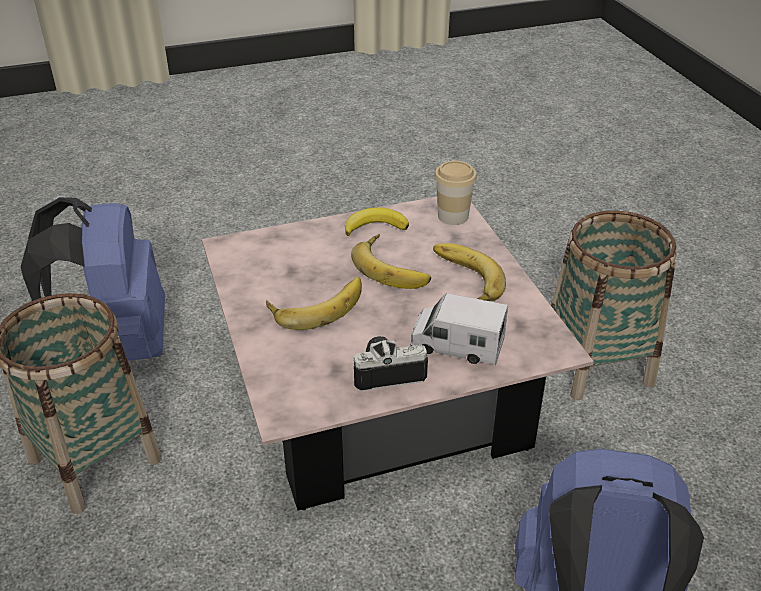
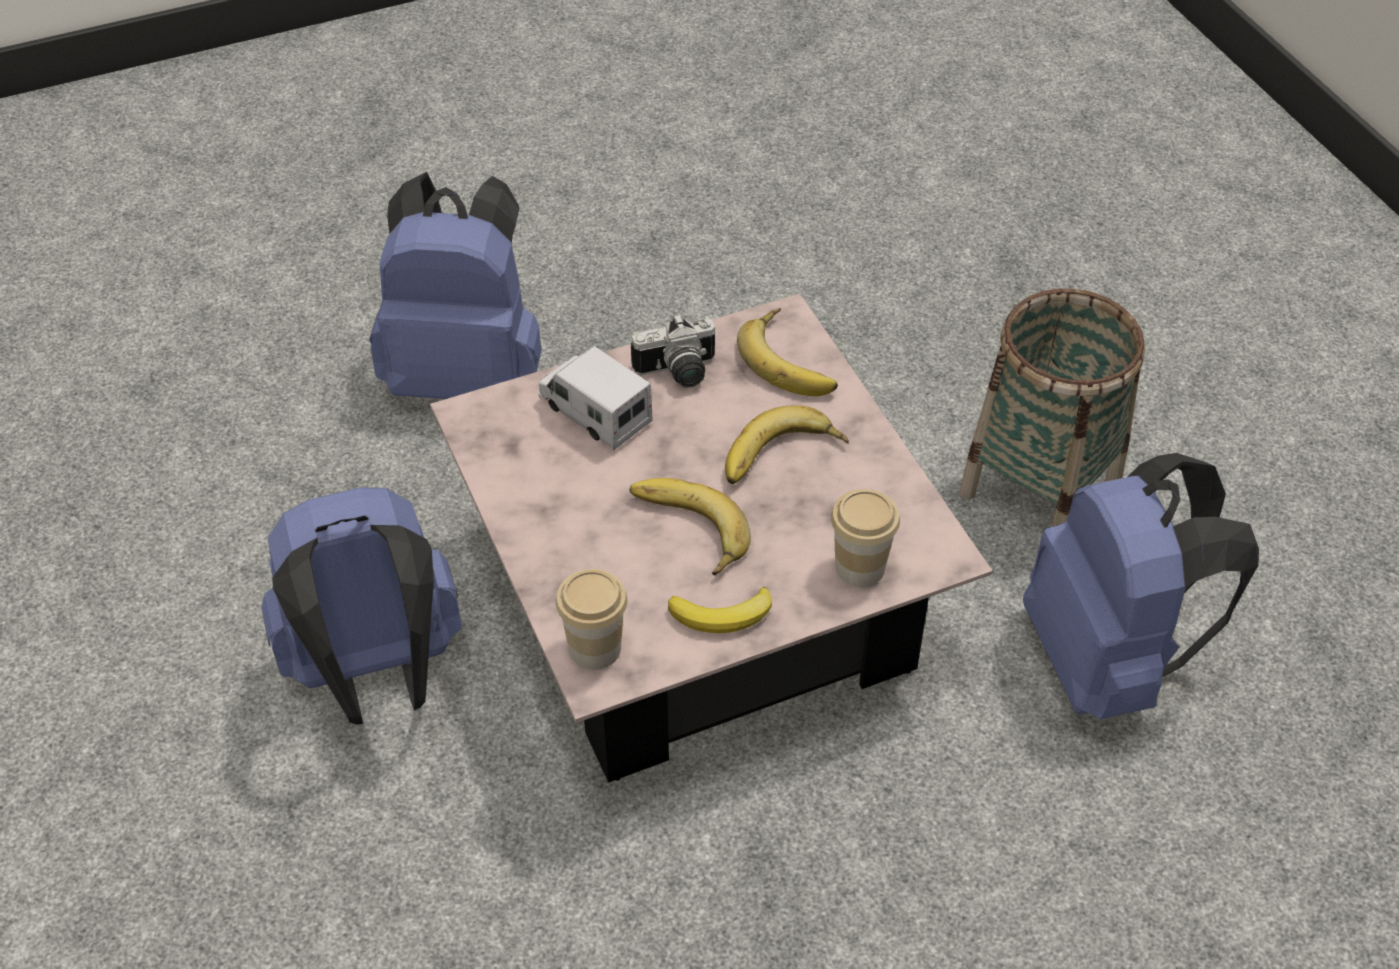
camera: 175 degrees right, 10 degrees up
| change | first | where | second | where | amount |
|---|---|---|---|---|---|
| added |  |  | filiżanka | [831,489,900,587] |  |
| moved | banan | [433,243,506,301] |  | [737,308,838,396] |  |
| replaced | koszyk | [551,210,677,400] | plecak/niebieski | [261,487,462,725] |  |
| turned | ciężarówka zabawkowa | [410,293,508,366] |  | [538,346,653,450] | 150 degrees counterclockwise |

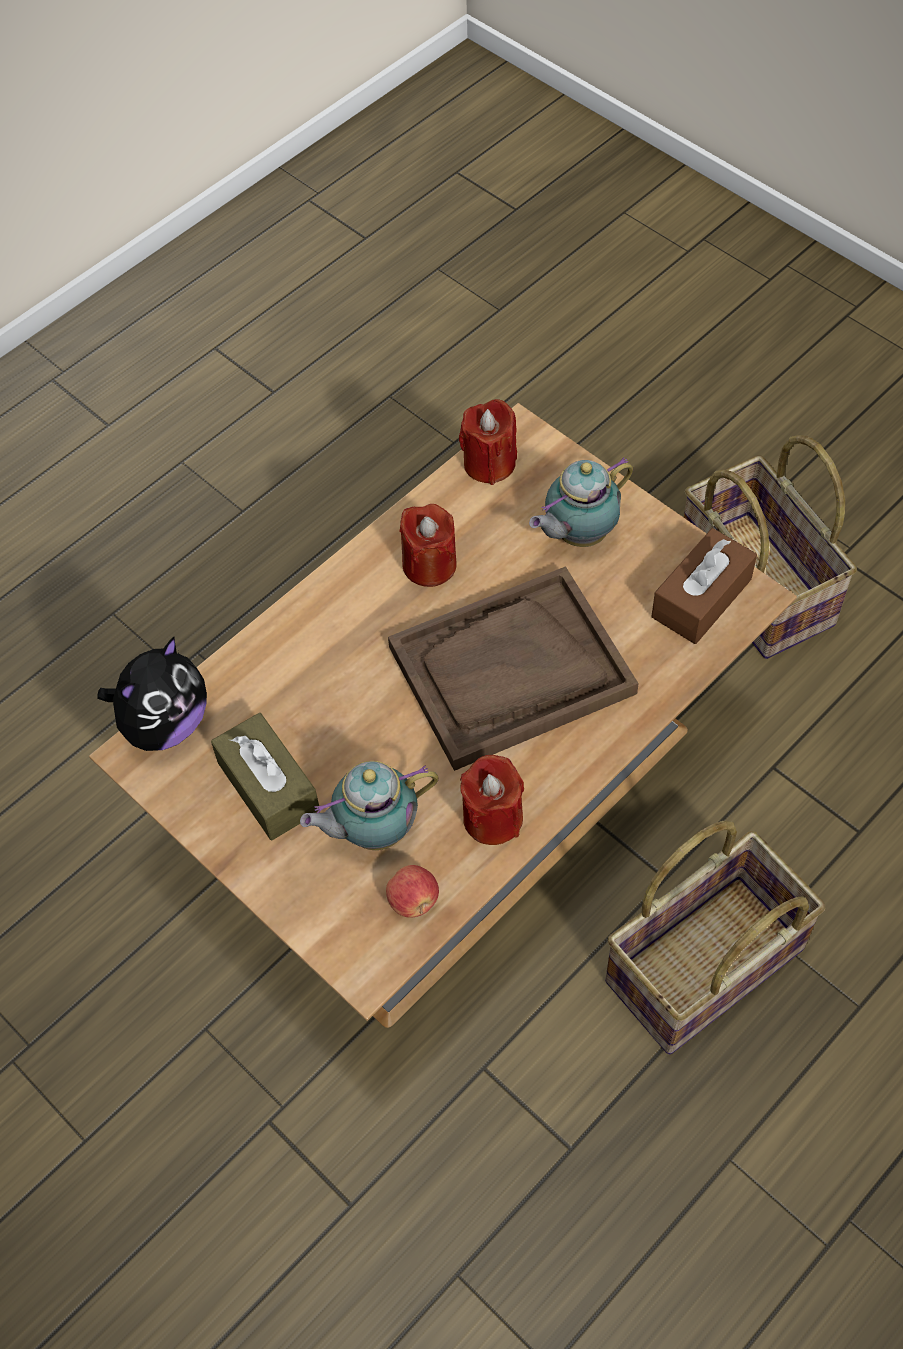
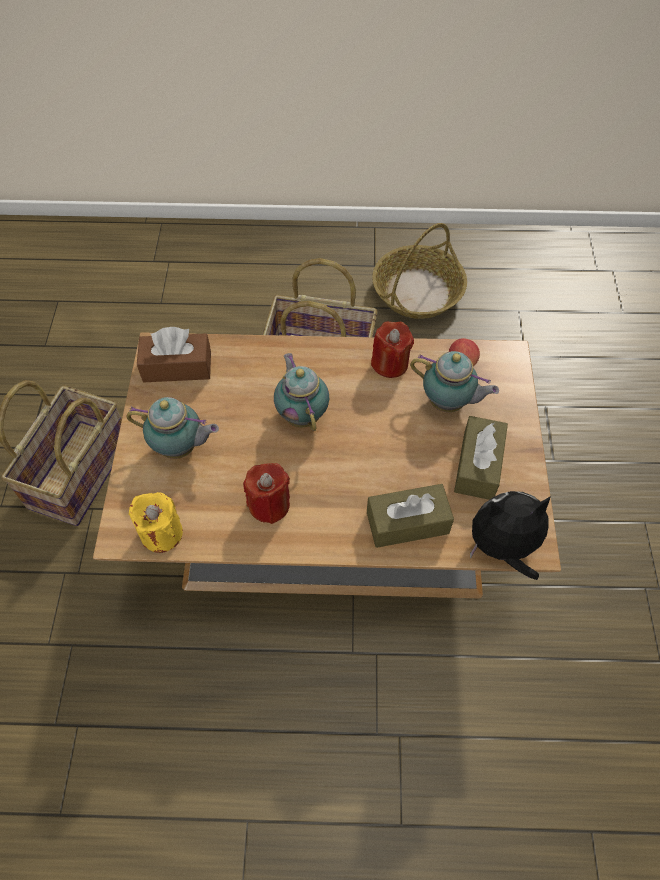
camera: 135 degrees left, 0 degrees up
| change | first | where | second | where | amount |
|---|---|---|---|---|---|
| added |  |  | pudełko chusteczek/brązowy | [367,484,454,548] |  |
| added |  |  | koszyk | [372,223,467,319] |  |
| replaced | taca/brązowy | [388,566,639,771] | imbryk | [274,353,329,431] |  |
| recoloured | świeca/czerwony | [459,399,517,485] | świeca/żółty | [129,492,183,553] |  |

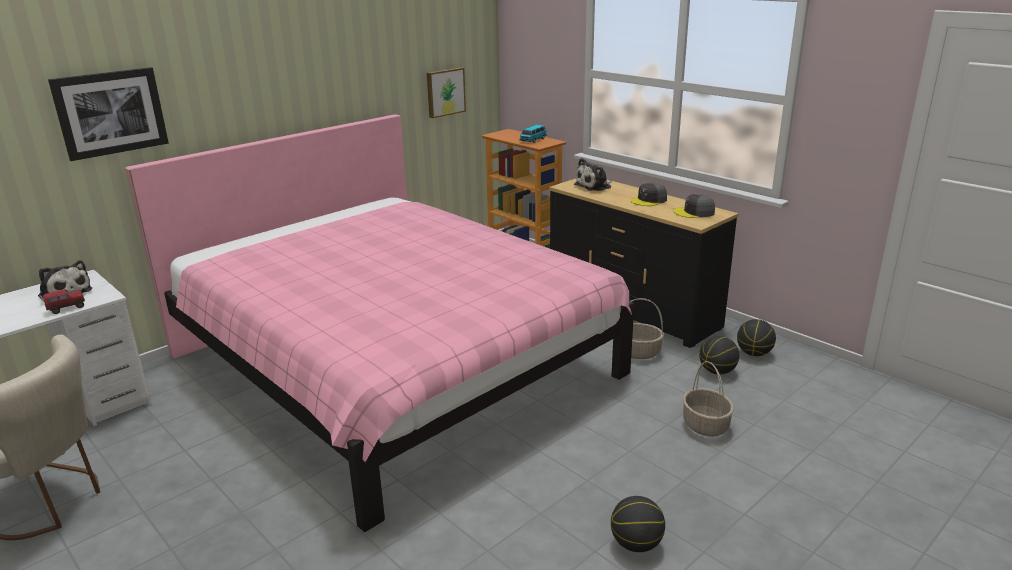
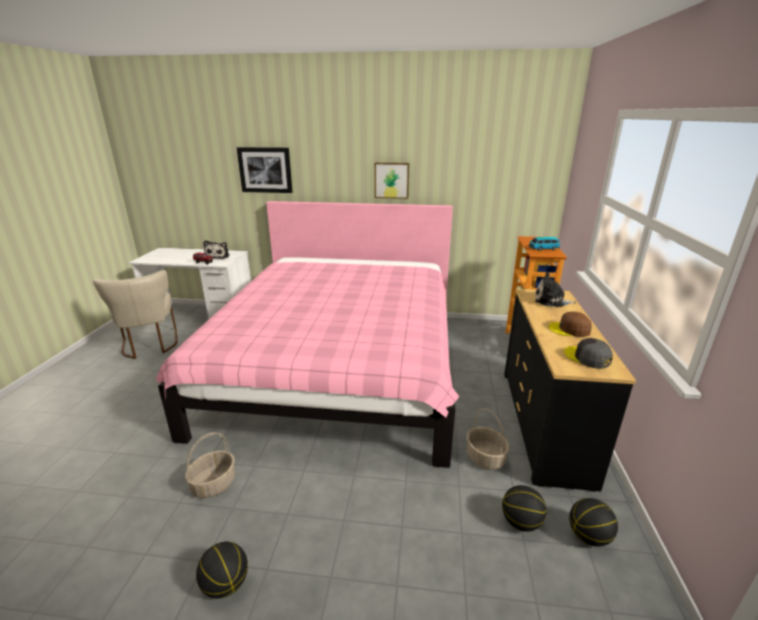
camera: 50 degrees right, 0 degrees up
| change | first | where | second | where | amount |
|---|---|---|---|---|---|
| moved | obraz | [427,67,466,118] |  | [375,163,409,199] |  |
| moved | koszyk | [683,361,734,437] |  | [185,432,235,498] |  |
| recoloured | czapka z daszkiem/szary | [631,182,667,206] | czapka z daszkiem/brązowy | [548,311,592,337] |  |

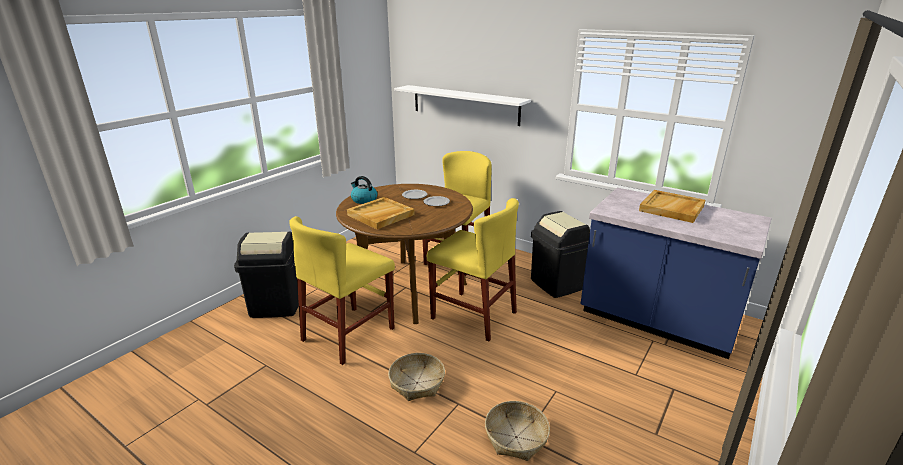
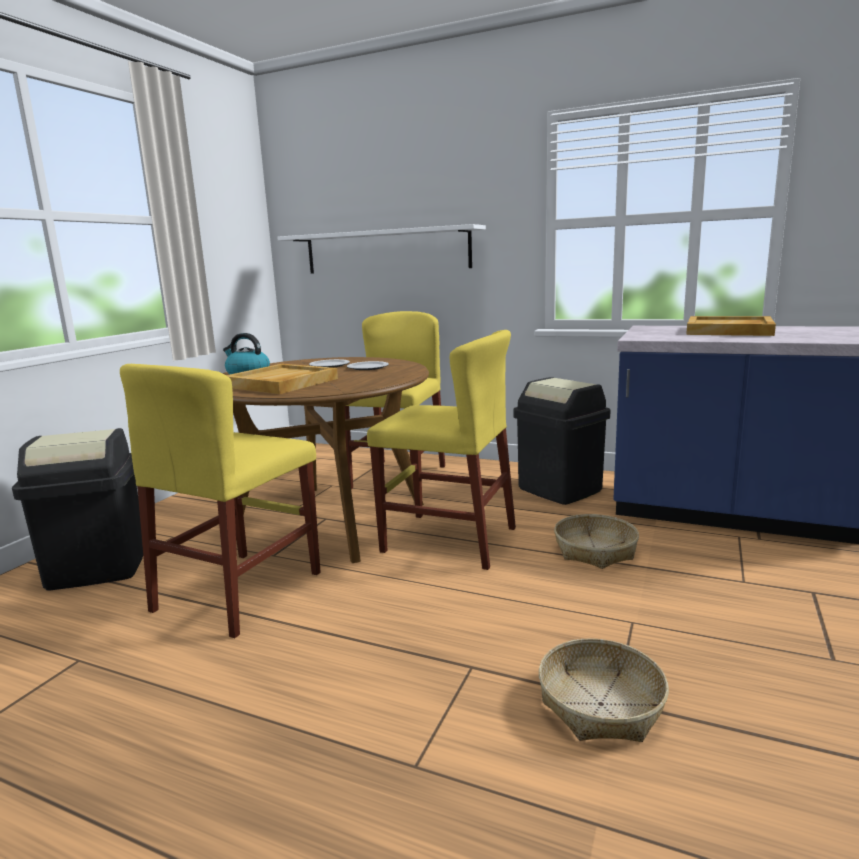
camera: 10 degrees left, 10 degrees down
| change | first | where | second | where | amount |
|---|---|---|---|---|---|
| moved | koszyk | [388,353,445,401] |  | [554,514,639,569] |  |

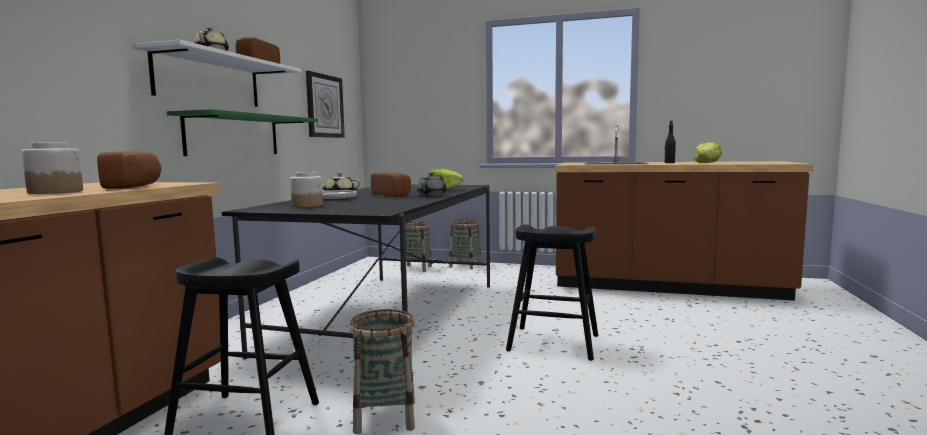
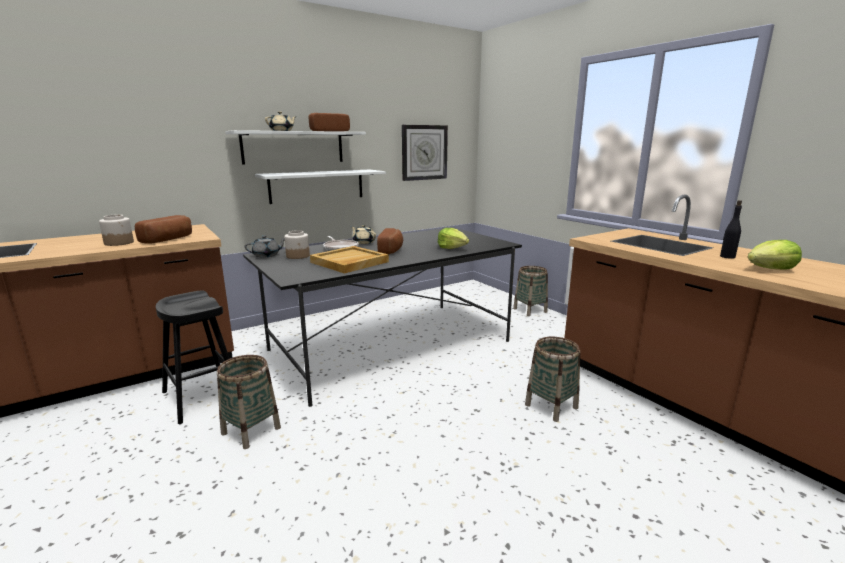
camera: 40 degrees right, 10 degrees up
| change | first | where | second | where | amount |
|---|---|---|---|---|---|
| removed | stołek/czarny | [506,224,598,361] |  |  |  |
| added |  |  | taca/beżowy | [310,246,389,273] |  |
| moved | koszyk | [400,221,432,272] |  | [525,337,580,422] |  |
| moved | imbryk/szary | [417,172,447,196] |  | [244,235,285,258] |  |
| recoloured | półka/zielony | [167,109,318,156] | półka/biały | [255,169,386,204] |  |

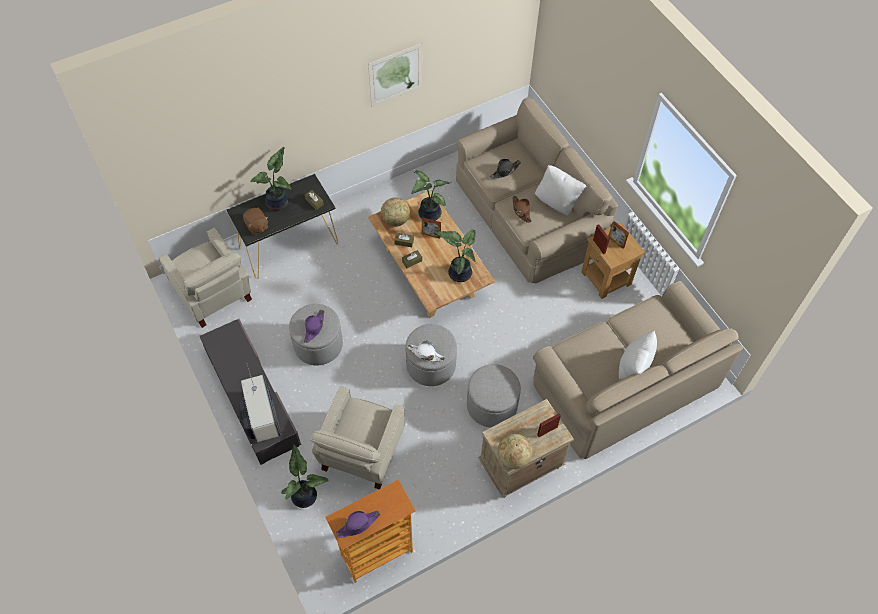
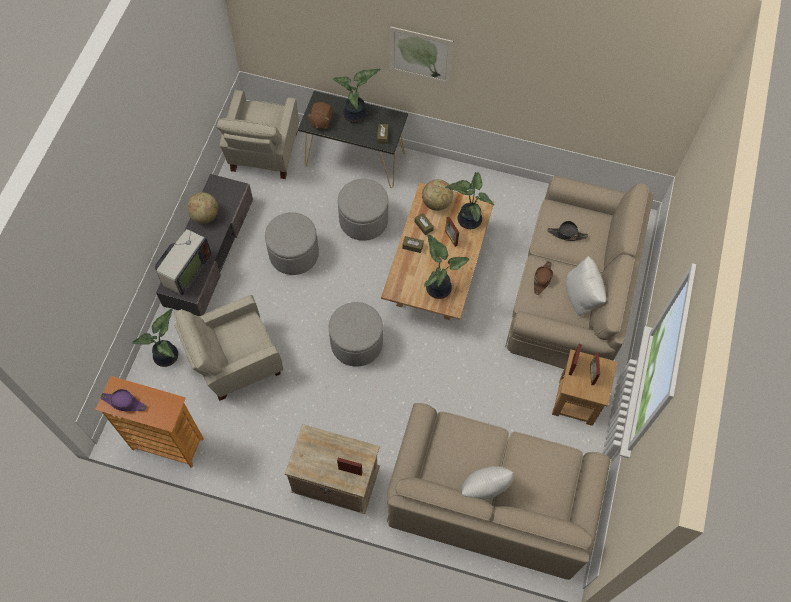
camera: 45 degrees right, 5 degrees up
| change | first | where | second | where | amount |
|---|---|---|---|---|---|
| removed | kapelusz/fioletowy | [304,310,324,343] |  |  |  |
| removed | kapelusz/biały | [407,341,445,362] |  |  |  |
| moved | obraz | [368,43,422,107] |  | [390,27,453,84] |  |
| moved | pufa/szary | [467,364,521,428] |  | [338,179,388,241] |  |
| moved | globus | [498,434,533,469] |  | [187,192,218,223] |  |

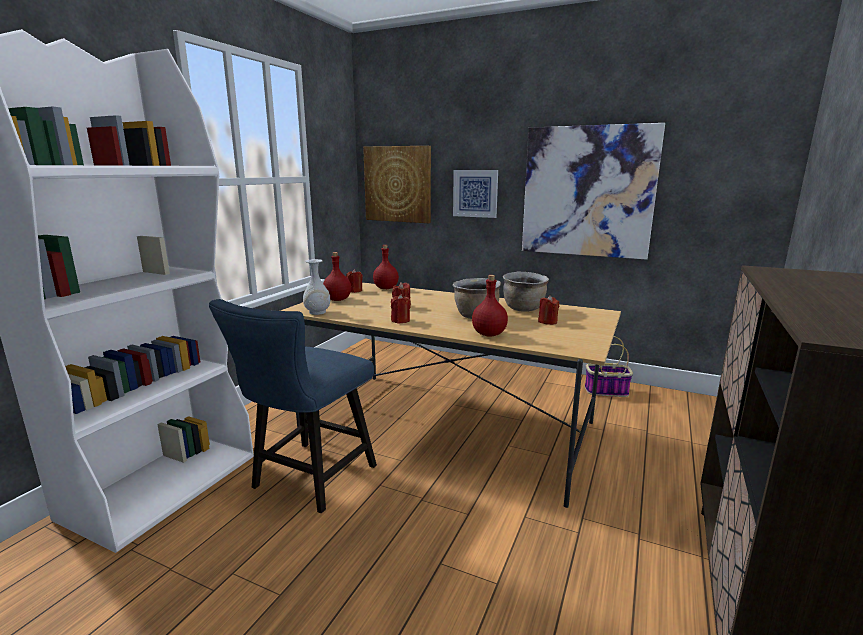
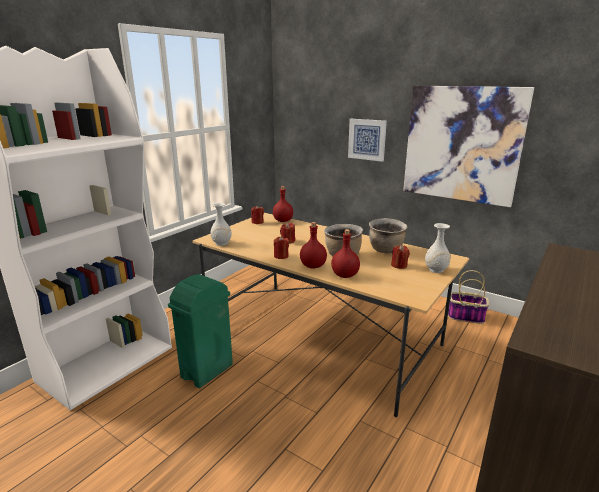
camera: 10 degrees right, 5 degrees up
| change | first | where | second | where | amount |
|---|---|---|---|---|---|
| removed | obraz | [363,146,431,223] |  |  |  |
| added |  |  | wazon/biały | [425,223,450,273] |  |
| moved | butelka/czerwony | [323,252,351,301] |  | [300,222,327,269] |  |
| replaced | krzesło/niebieski | [209,299,377,513] | kosz na śmieci/zielony | [168,274,233,388] |  |

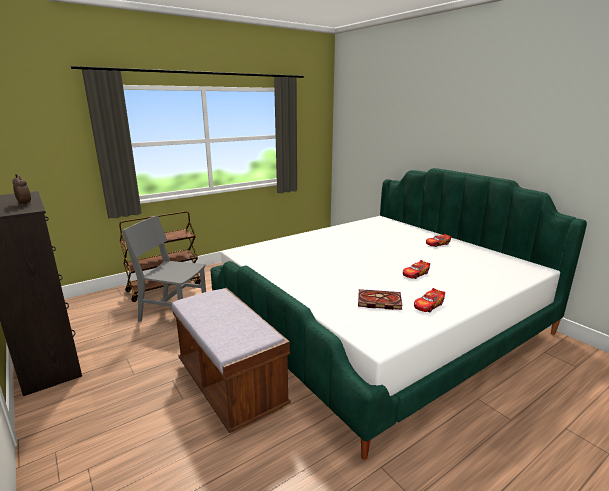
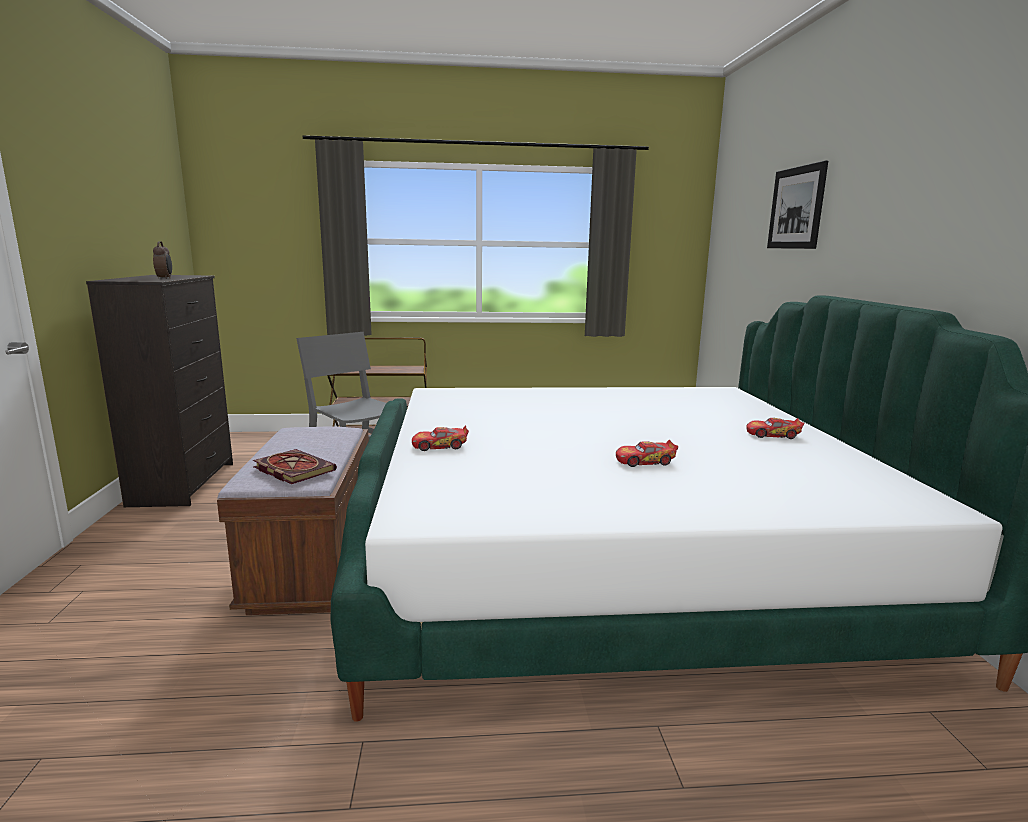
camera: 30 degrees right, 5 degrees down
| change | first | where | second | where | amount |
|---|---|---|---|---|---|
| added |  |  | obraz | [767,161,828,249] |  |
| moved | książka | [358,289,403,310] |  | [253,449,337,484] |  |
| moved | samochodzik | [414,288,445,313] |  | [412,425,469,451] |  |

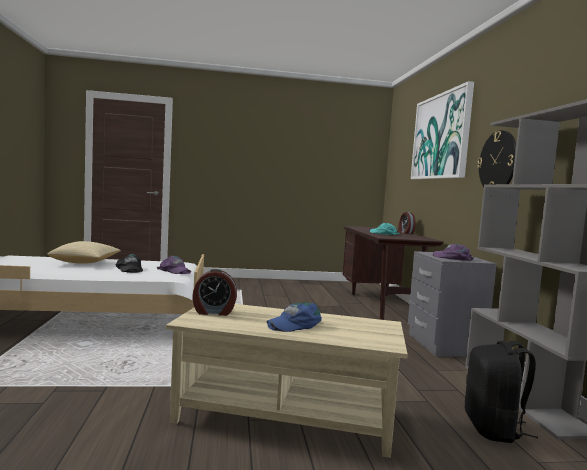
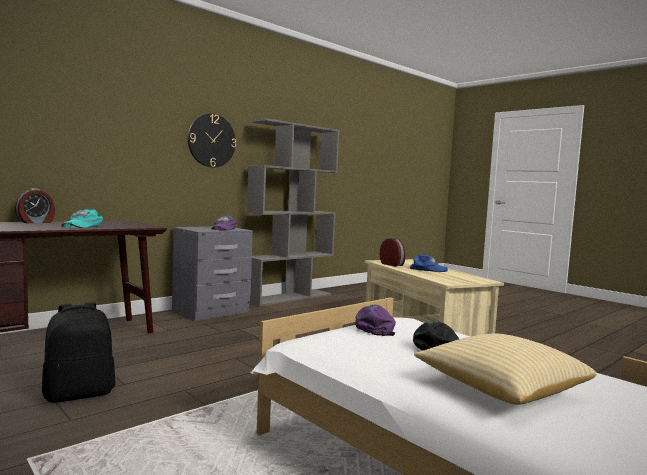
camera: 125 degrees left, 0 degrees up
| change | first | where | second | where | amount |
|---|---|---|---|---|---|
| removed | obraz | [411,81,474,179] |  |  |  |
| moved | budzik | [192,269,237,316] |  | [380,237,405,266] |  |
| moved | plecak/czarny | [465,341,538,443] |  | [42,302,116,403] |  |

